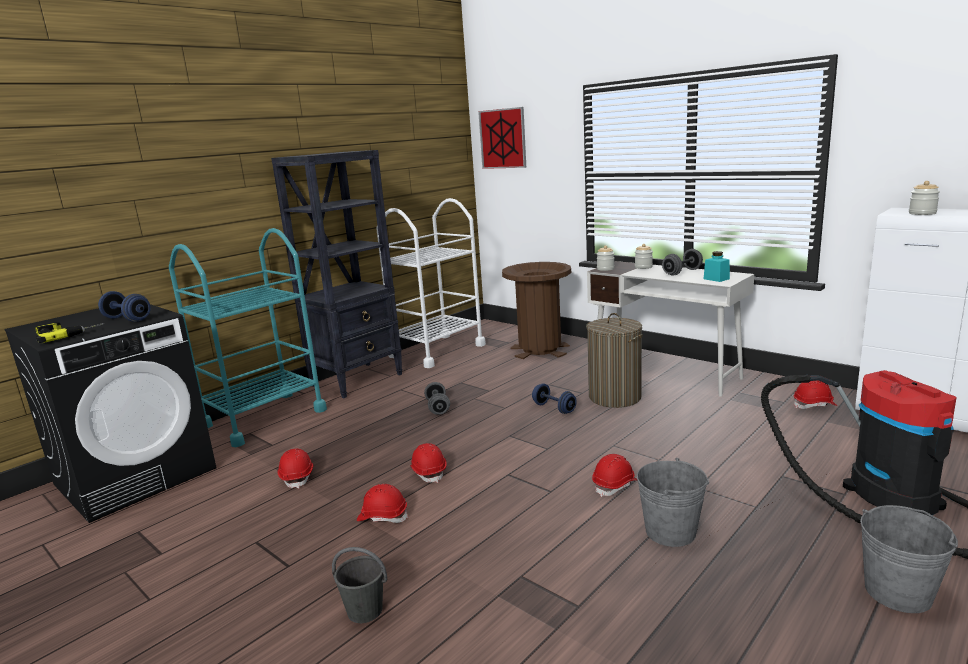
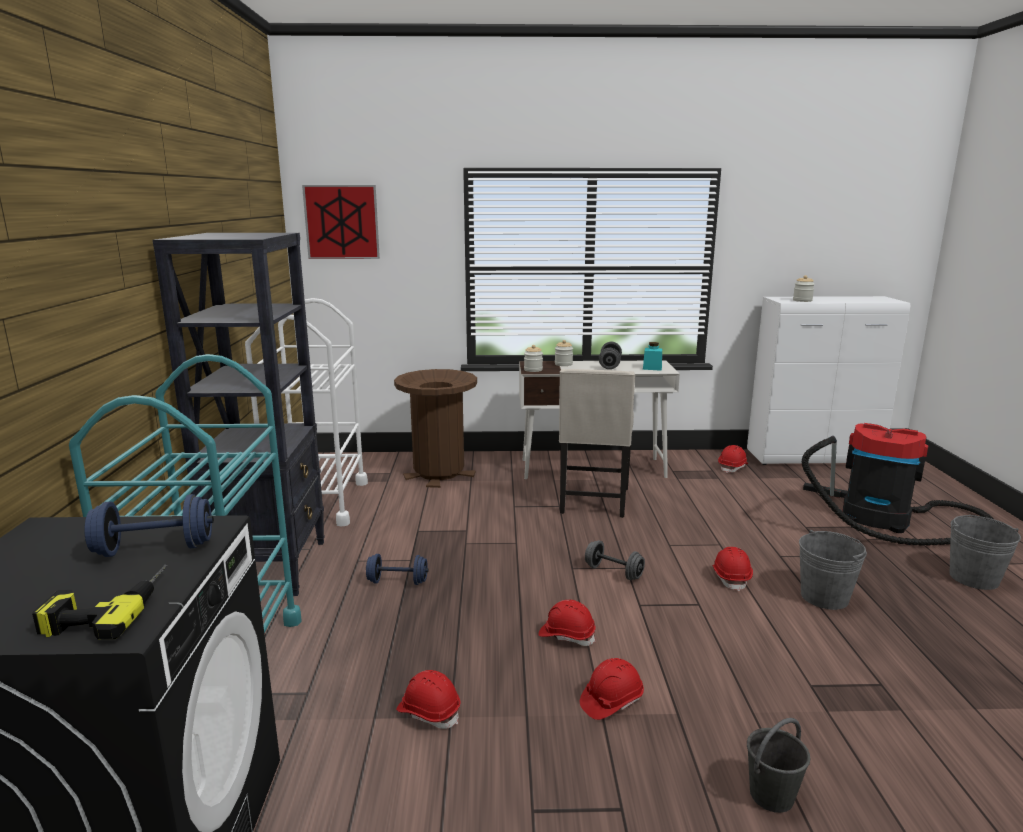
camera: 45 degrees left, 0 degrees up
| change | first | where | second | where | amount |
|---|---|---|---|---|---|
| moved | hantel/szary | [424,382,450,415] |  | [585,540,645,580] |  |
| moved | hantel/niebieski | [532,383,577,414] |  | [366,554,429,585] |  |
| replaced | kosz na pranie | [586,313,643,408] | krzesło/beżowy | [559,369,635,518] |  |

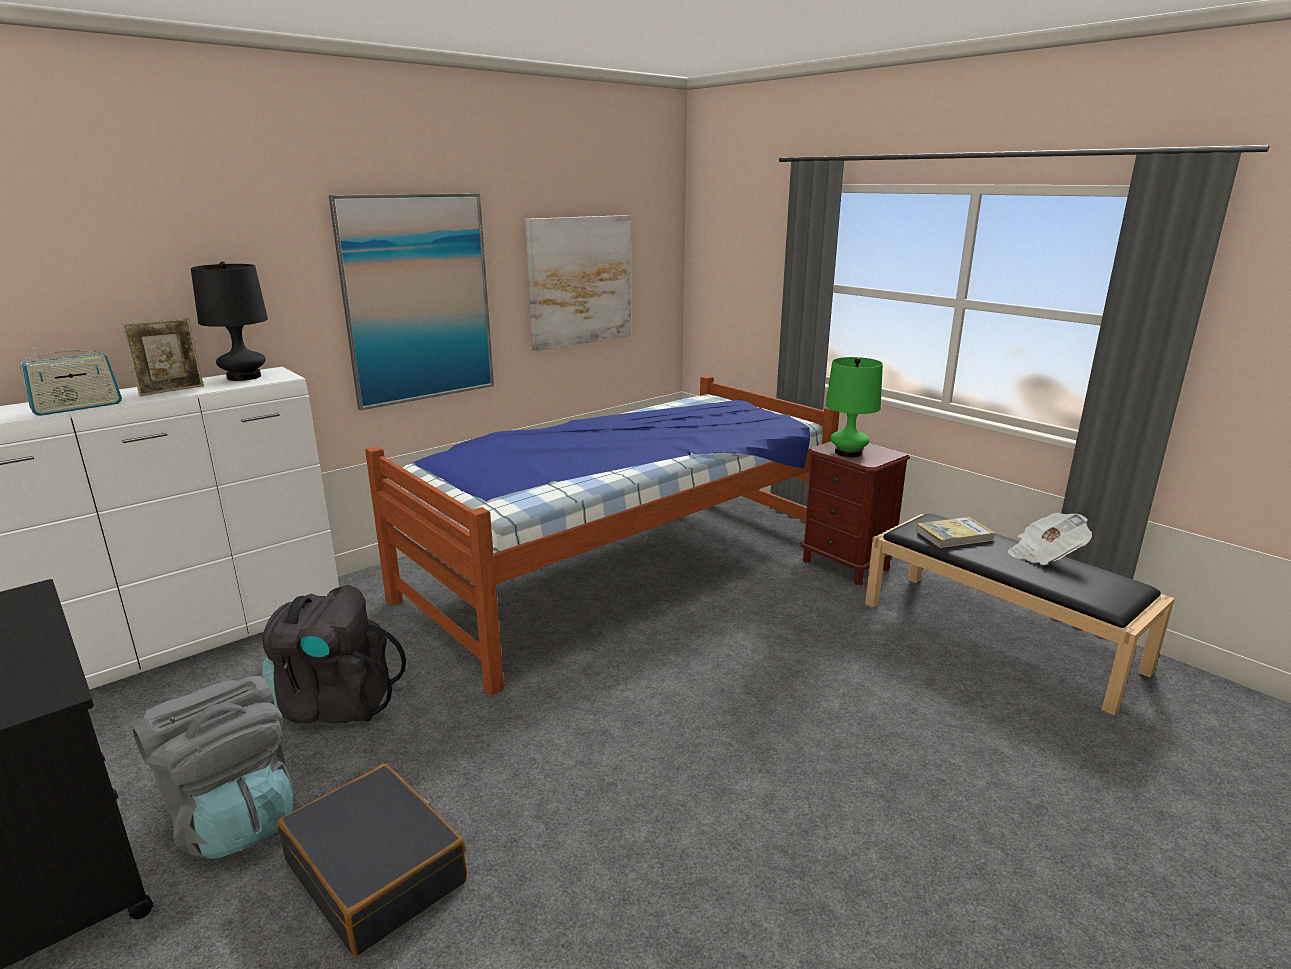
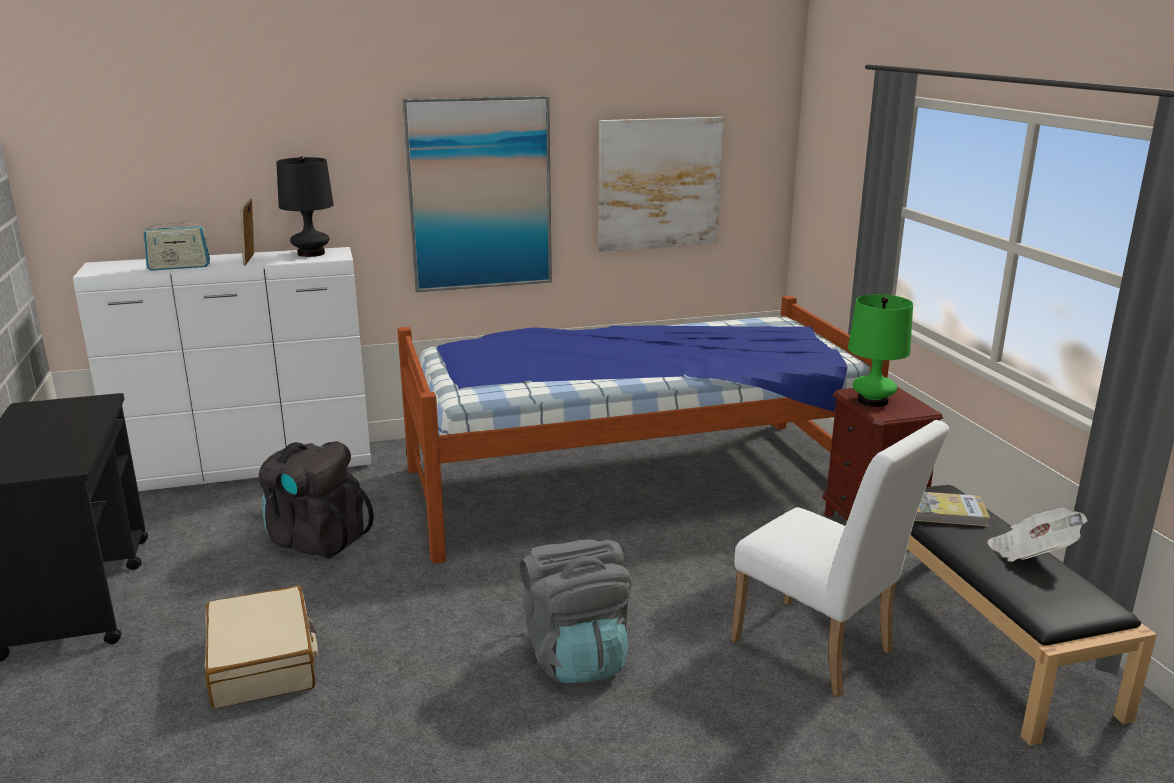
camera: 25 degrees right, 0 degrees up
| change | first | where | second | where | amount |
|---|---|---|---|---|---|
| added |  |  | krzesło/biały | [731,420,949,697] |  |
| moved | plecak/szary | [133,676,294,859] |  | [520,539,632,683] |  |
| recoloured | walizka/czarny | [277,764,467,956] | walizka/beżowy | [205,586,318,709] |  |
| turned | ramka na zdjęcie | [122,318,204,396] |  | [240,199,254,266] | 105 degrees clockwise |

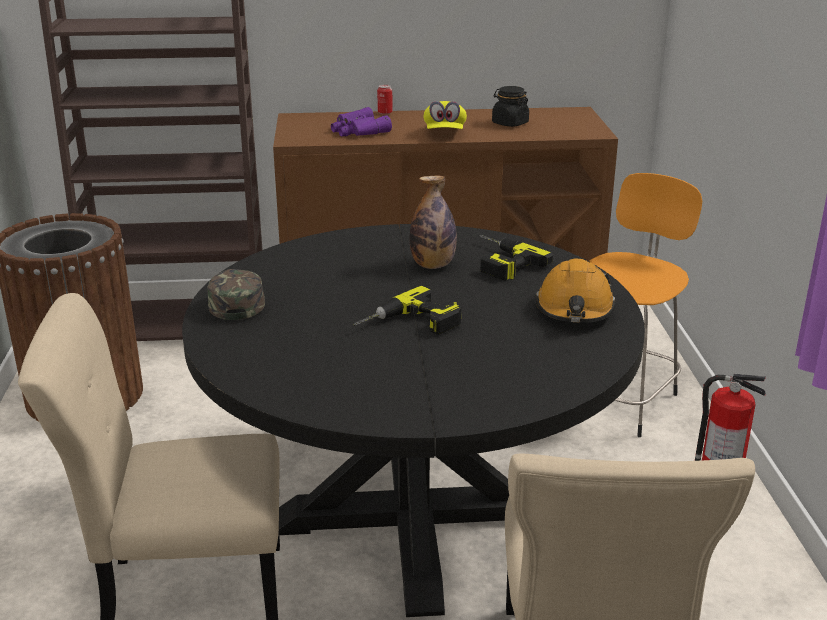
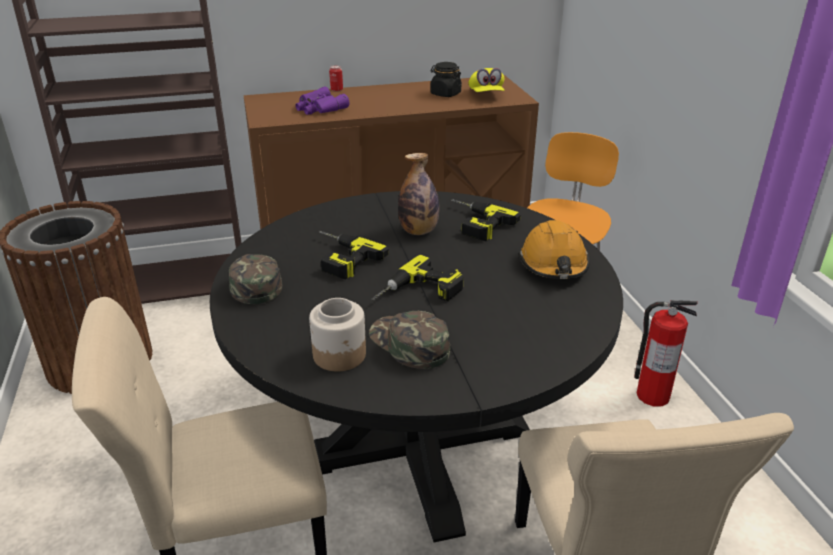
camera: 10 degrees left, 5 degrees up
| change | first | where | second | where | amount |
|---|---|---|---|---|---|
| added |  |  | słoik | [309,298,366,371] |  |
| added |  |  | wiertarka | [319,230,389,279] |  |
| added |  |  | czapka z daszkiem/zielony | [369,311,450,369] |  |
| moved | czapka z daszkiem/żółty | [423,101,467,129] |  | [469,68,505,92] |  |

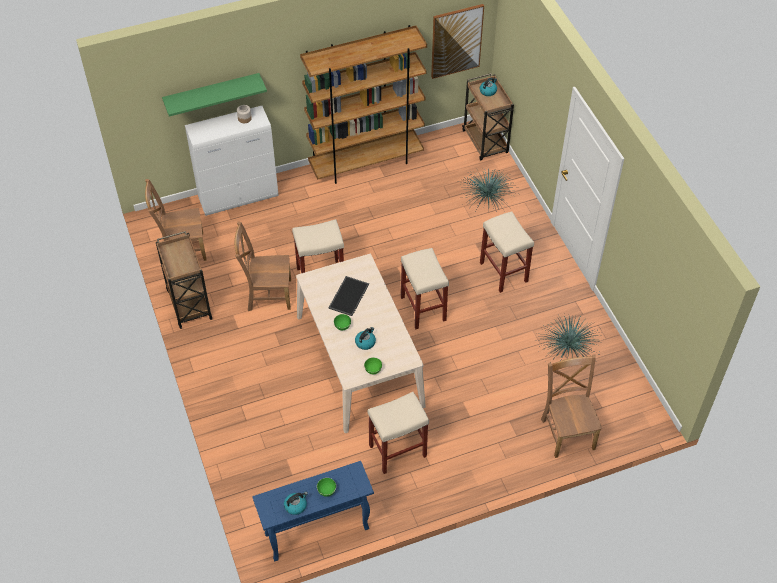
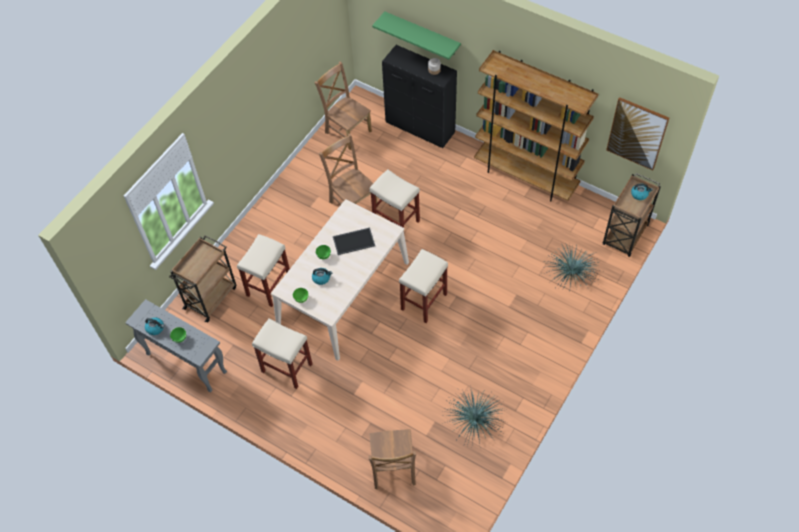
camera: 55 degrees right, 5 degrees up
| change | first | where | second | where | amount |
|---|---|---|---|---|---|
| moved | wózek/brązowy | [156,231,212,329] |  | [169,235,236,323] |  |
| moved | stołek/beżowy | [480,211,534,293] |  | [237,234,290,307] |  |
| recoloured | szafka/biały | [185,106,278,216] | szafka/czarny | [382,45,457,148] |  |
| recoloured | stolik konsolowy/niebieski | [252,461,374,561] | stolik konsolowy/szary | [125,299,227,393] |  |
| turned | krzesło/brązowy | [541,354,602,458] |  | [368,429,417,489] | 135 degrees clockwise |

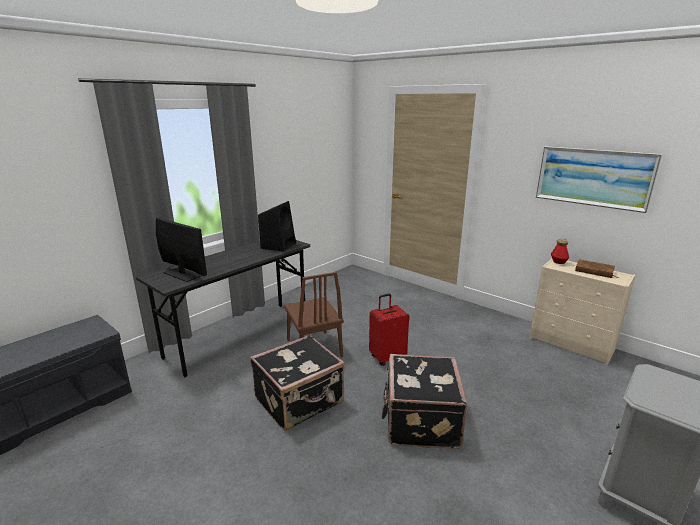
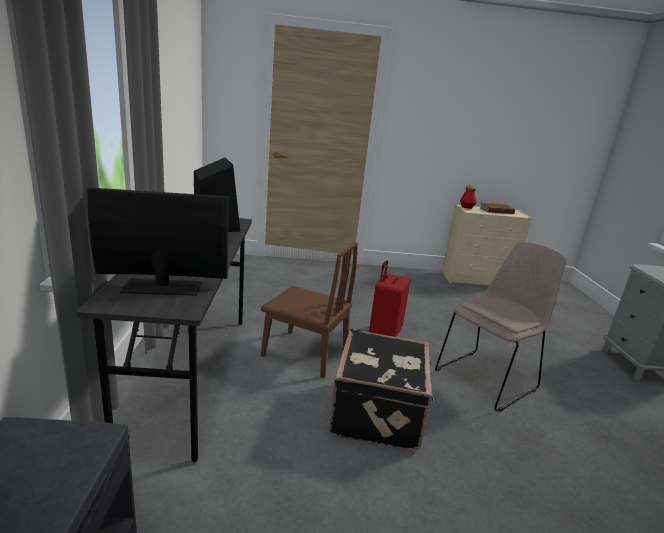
camera: 45 degrees left, 0 degrees up
| change | first | where | second | where | amount |
|---|---|---|---|---|---|
| removed | obraz | [536,146,662,213] |  |  |  |
| replaced | walizka/czarny | [382,354,467,449] | krzesło/beżowy | [435,241,567,412] |  |

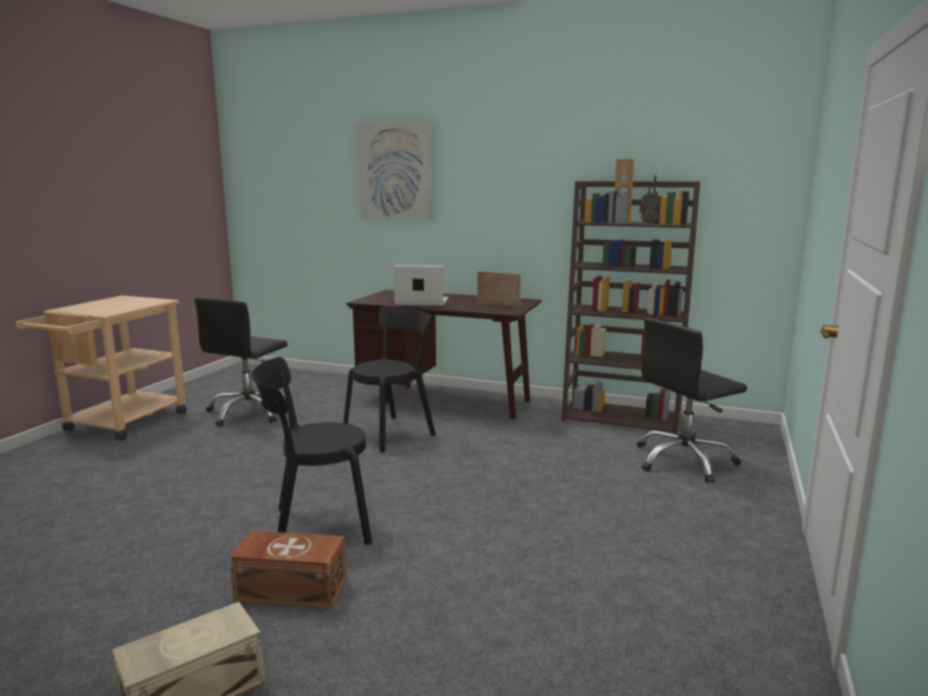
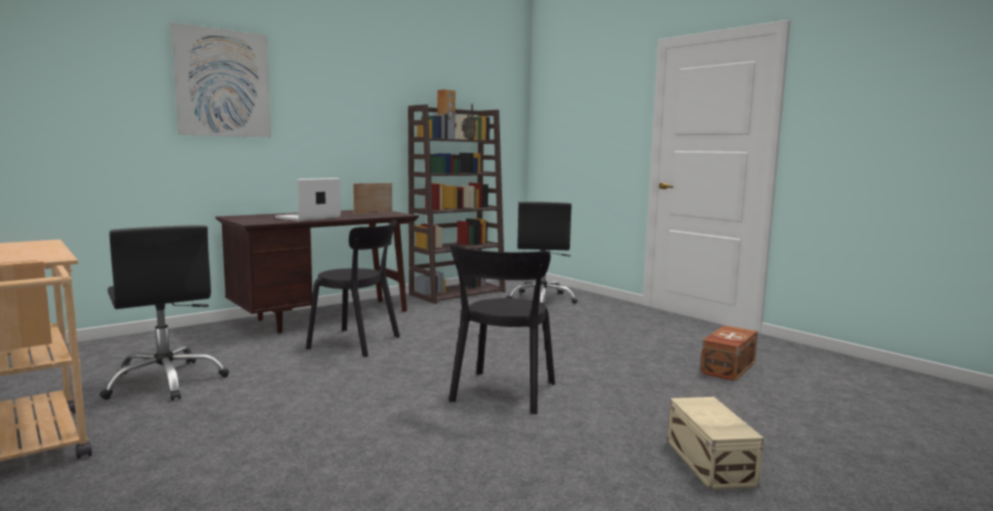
camera: 60 degrees left, 5 degrees down
| change | first | where | second | where | amount |
|---|---|---|---|---|---|
| moved | pojemnik do przechowywania/brązowy | [229,530,346,609] |  | [700,325,758,381] |  |
| turned | krzesło/czarny | [343,307,436,453] |  | [306,219,400,357] | 120 degrees clockwise |

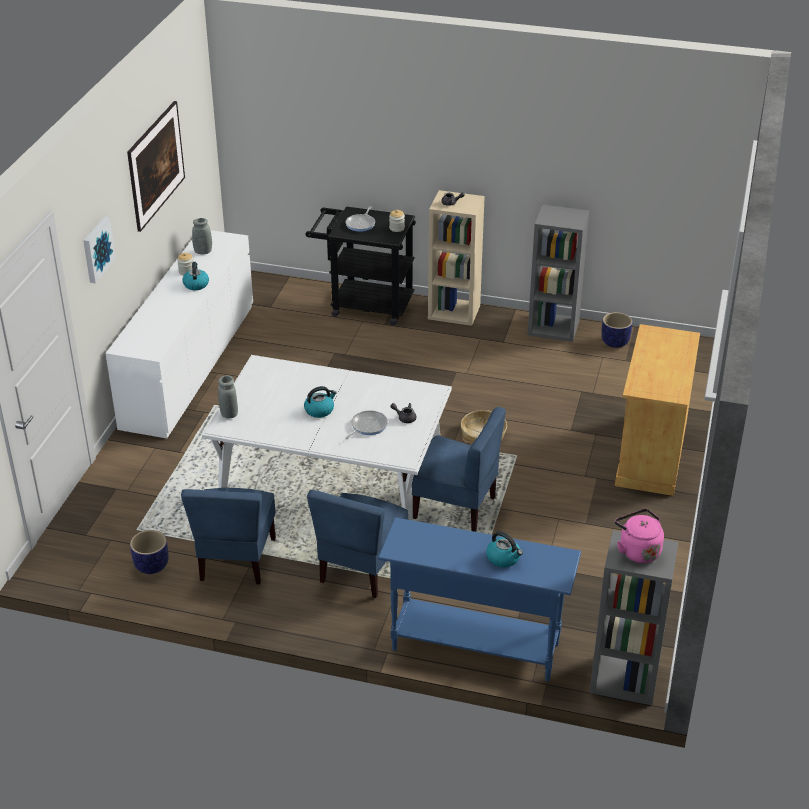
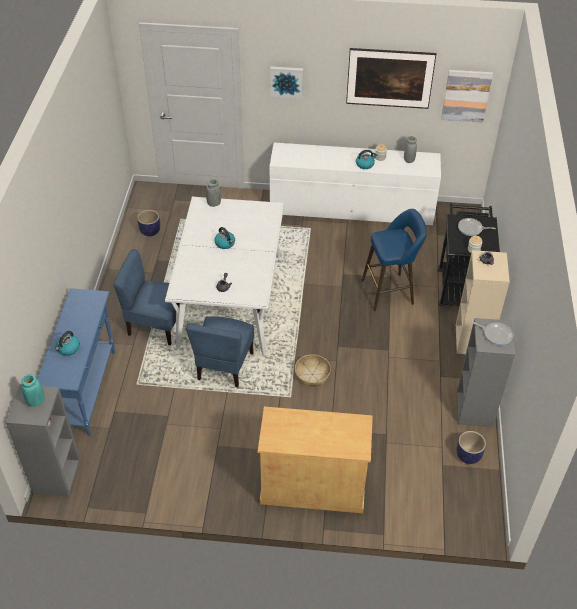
camera: 80 degrees right, 10 degrees up
| change | first | where | second | where | amount |
|---|---|---|---|---|---|
| removed | krzesło/niebieski | [181,488,276,585] |  |  |  |
| added |  |  | stołek/niebieski | [361,209,427,311] |  |
| added |  |  | obraz | [441,70,493,123] |  |
| moved | patelnia | [345,410,388,439] |  | [471,321,513,345] |  |
| replaced | czajnik/różowy | [615,509,664,563] | wazon/turkusowy | [21,374,45,407] |  |

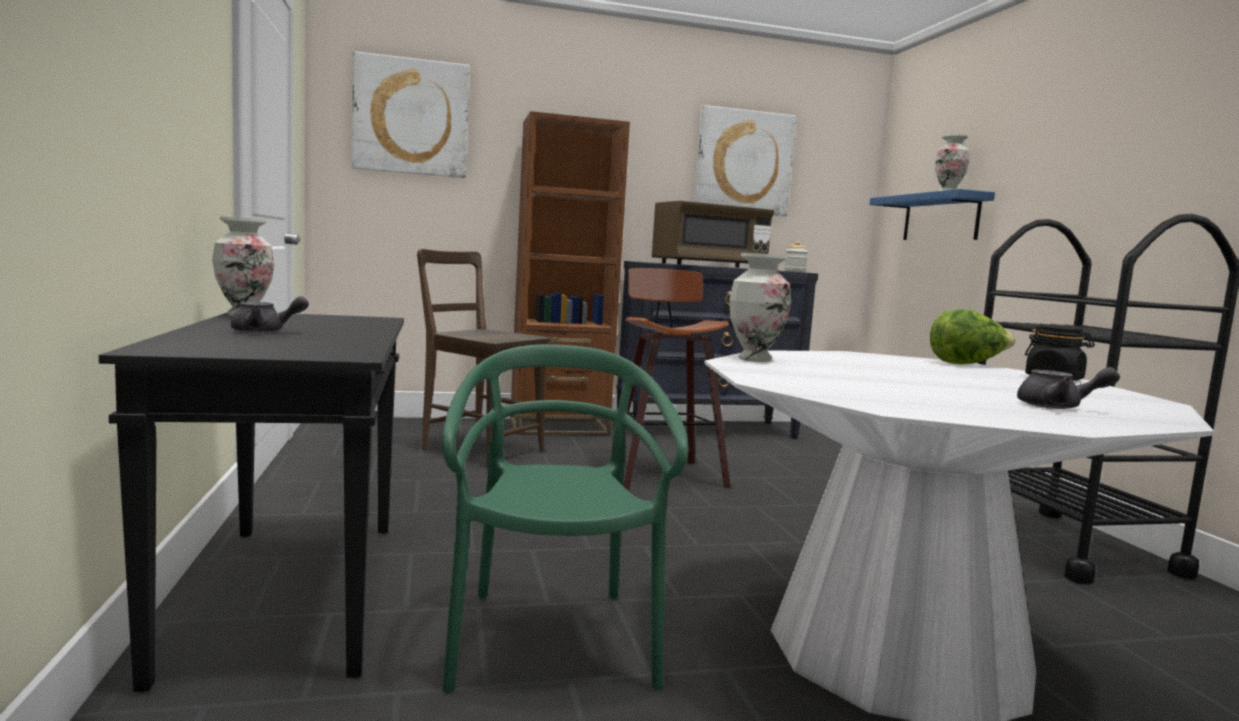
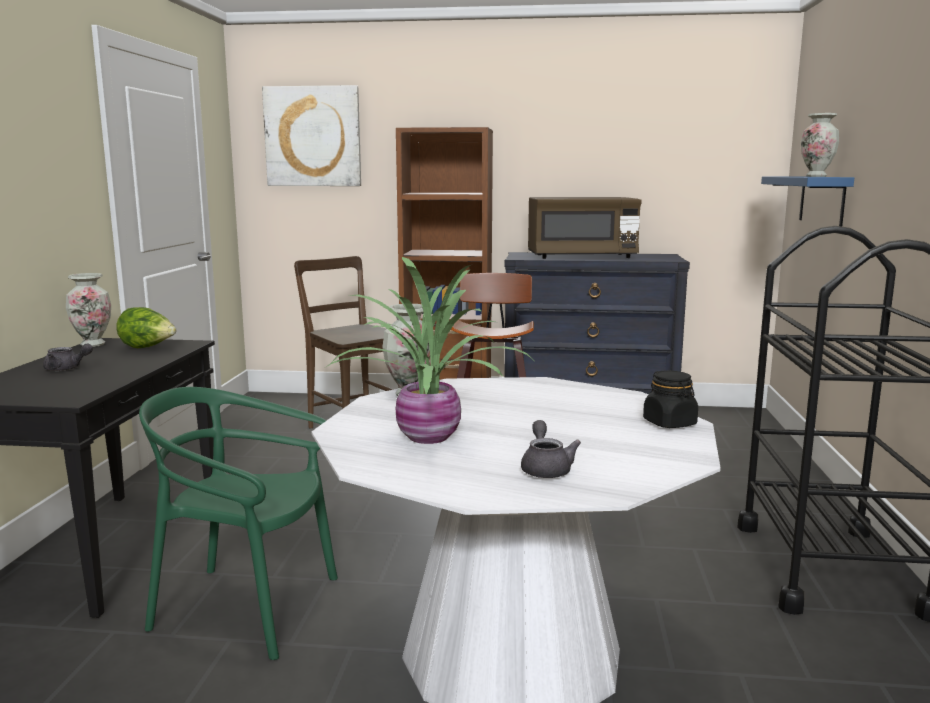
camera: 20 degrees right, 5 degrees up
| change | first | where | second | where | amount |
|---|---|---|---|---|---|
| removed | obraz | [694,105,796,216] |  |  |  |
| removed | słoik | [784,241,808,272] |  |  |  |
| added |  |  | roślina doniczkowa | [326,257,532,444] |  |
| moved | sałata | [930,309,1016,364] |  | [116,307,176,348] |  |
| turned | krzesło/zielony | [443,344,689,693] |  | [139,387,338,660] | 90 degrees counterclockwise |
| turned | imbryk/szary | [1017,367,1120,409] |  | [521,420,581,478] | 135 degrees counterclockwise |

